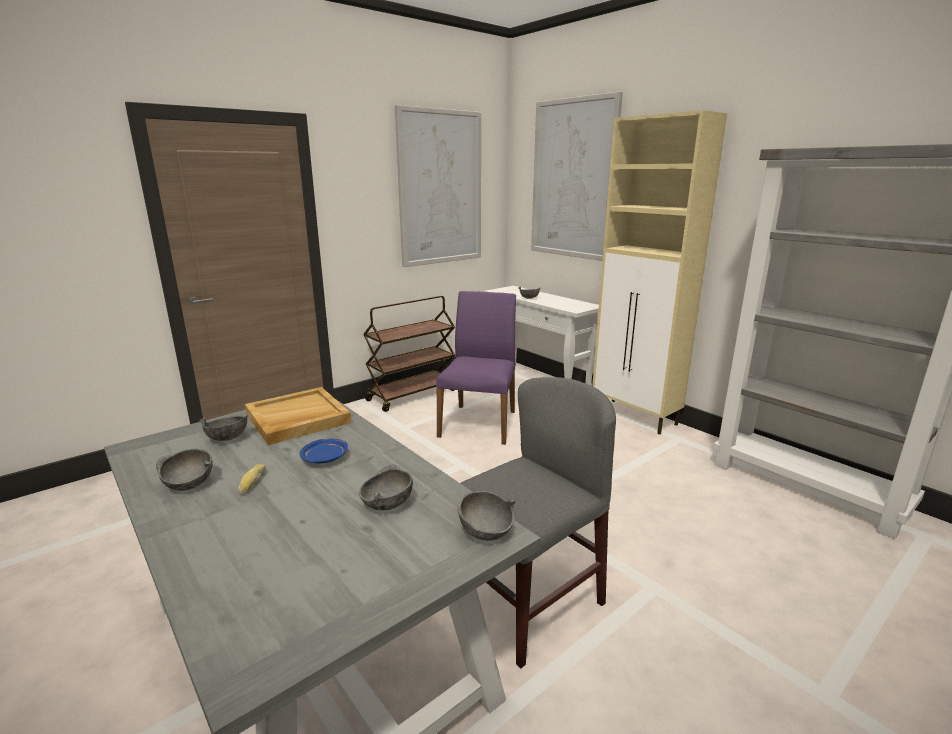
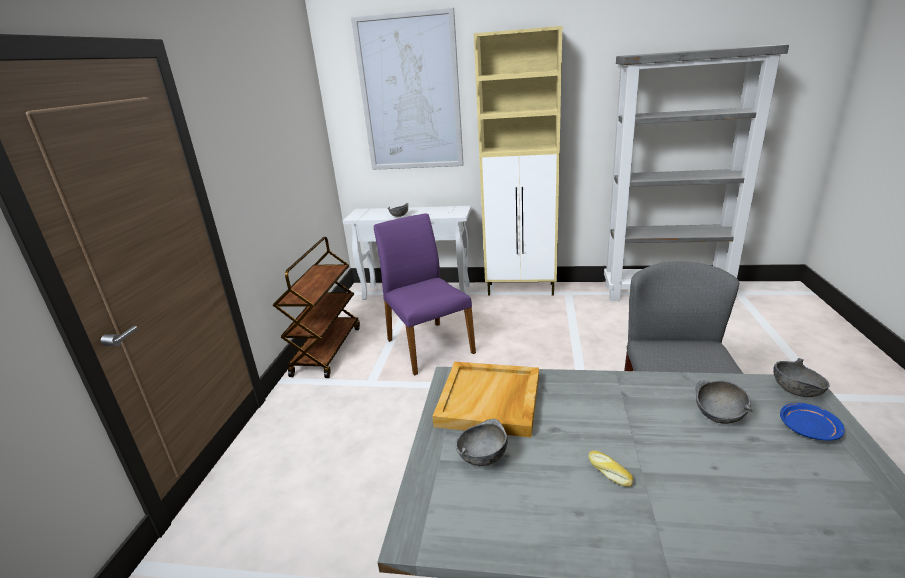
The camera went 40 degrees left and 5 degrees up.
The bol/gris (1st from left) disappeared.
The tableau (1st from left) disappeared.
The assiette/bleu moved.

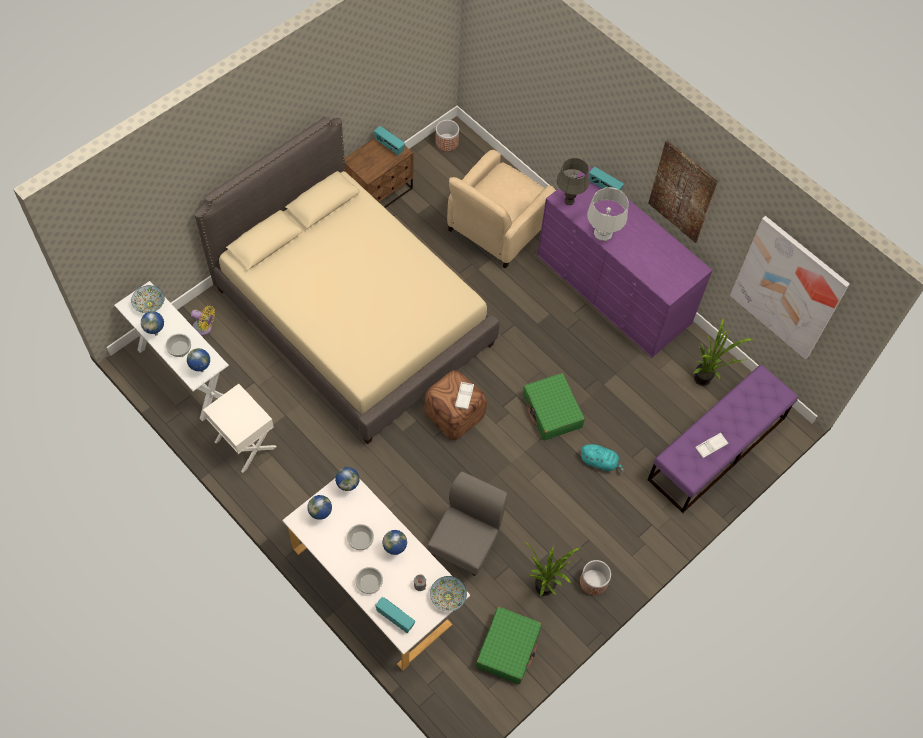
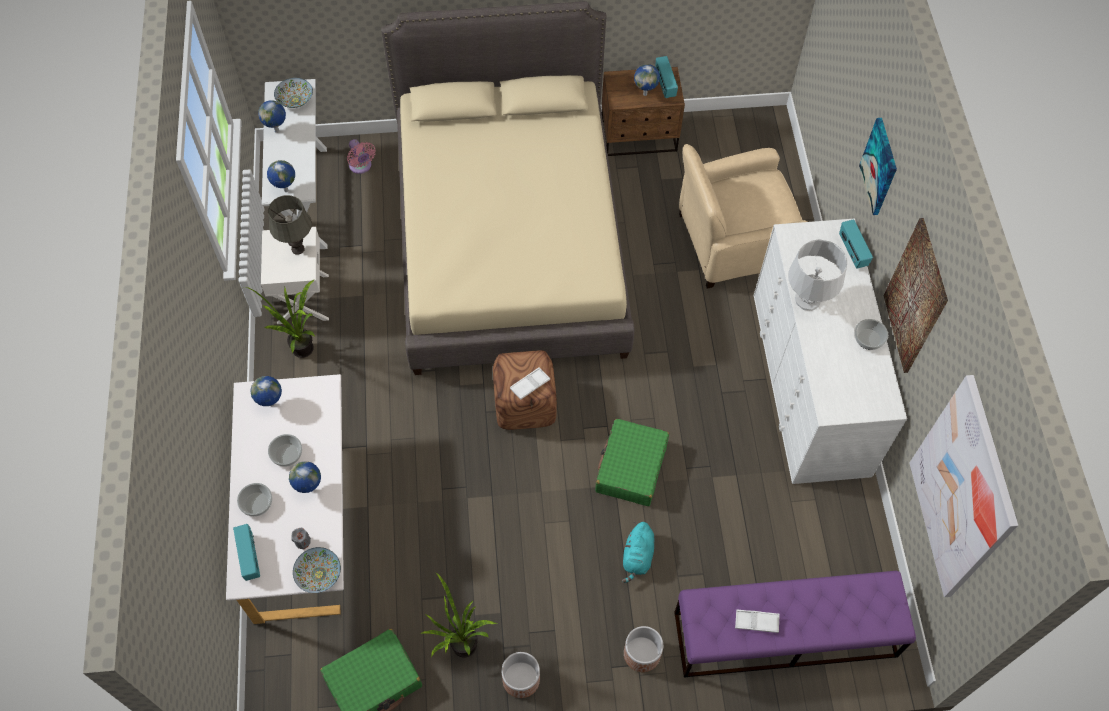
The camera went 40 degrees right and 0 degrees up.
The chaise/gris disappeared.
The tableau (1st from left) appeared.
The bol (2nd from left in the first image) moved.
The globe (4th from left in the first image) moved.
The cache-pot (1st from left in the first image) moved.
The lampe de table/gris (1st from left) moved.
The plante en pot (2nd from left in the first image) moved.
The ventilateur/jaune became the ventilateur/rose.
The commode/violet became the commode/blanc.
The peluche/turquoise turned 45 degrees clockwise.

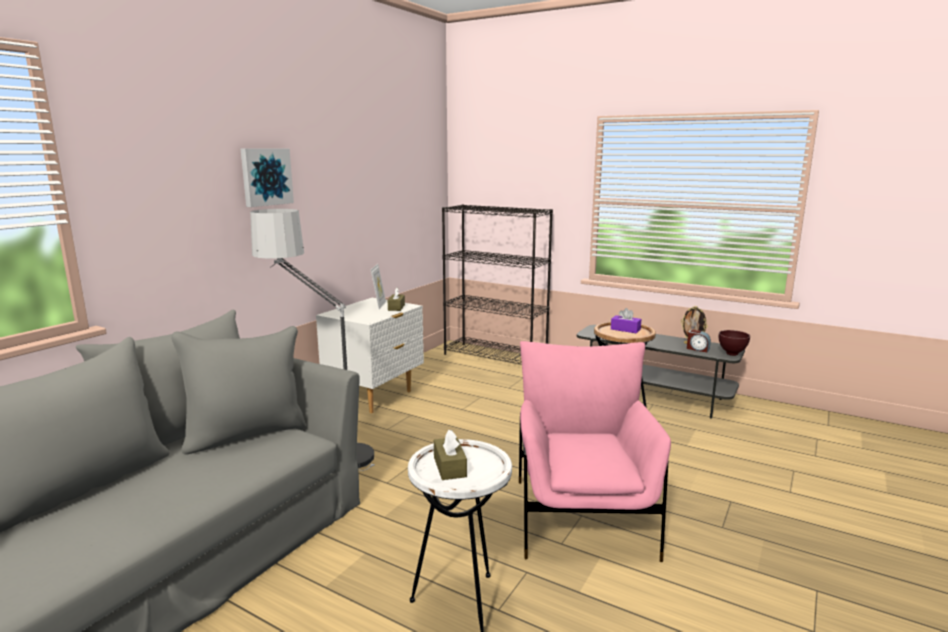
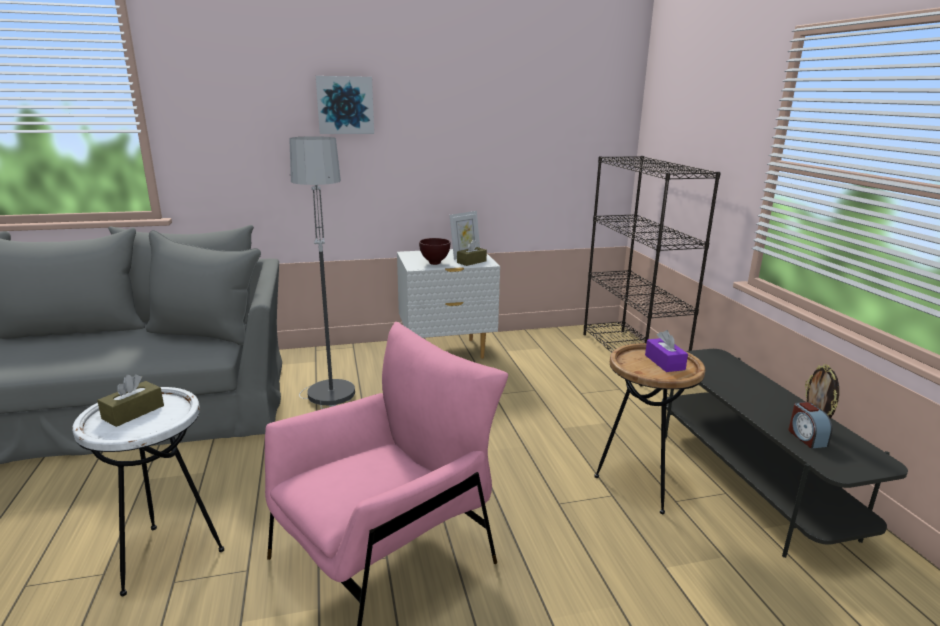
The camera went 45 degrees right and 5 degrees up.
The bol/marron moved.

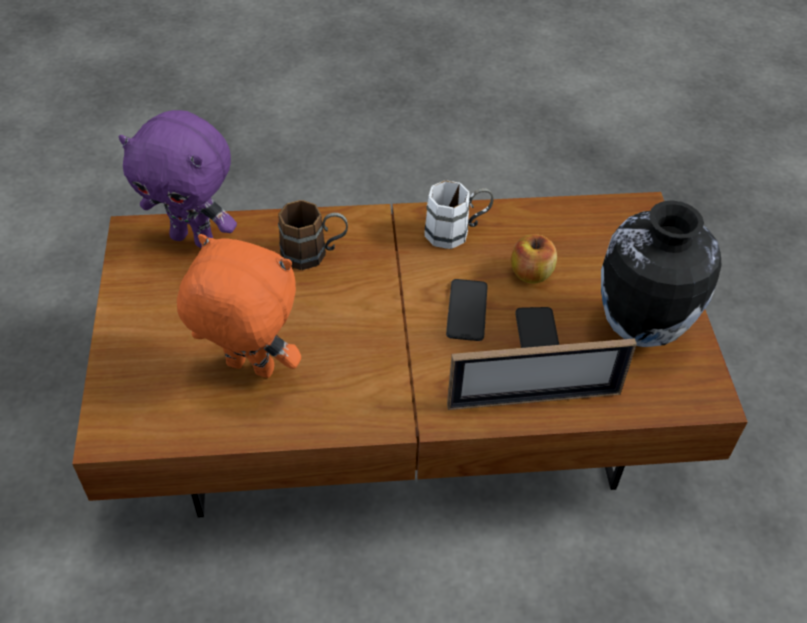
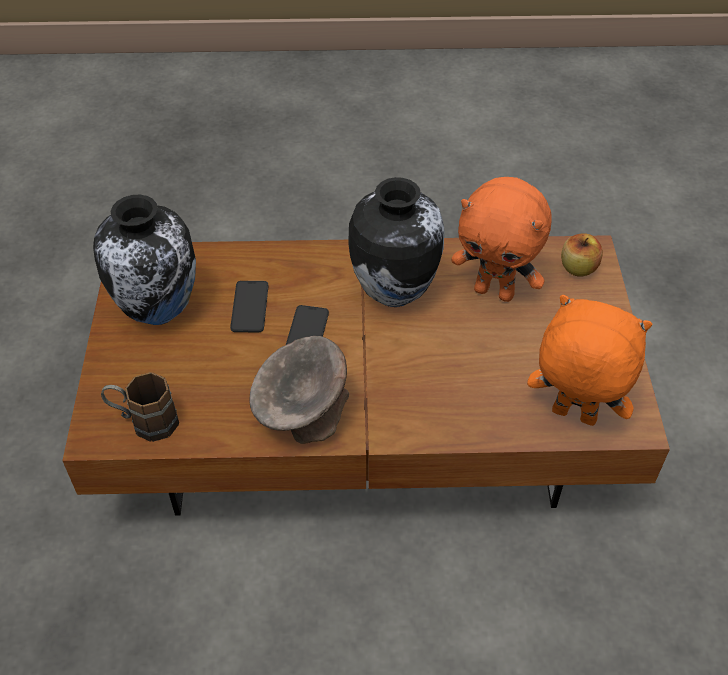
The camera went 175 degrees left and 0 degrees up.
The cadre photo disappeared.
The vase (2nd from left) appeared.
The mug/marron moved.
The pomme moved.
The mug/blanc was replaced by the bol/gris.
The peluche/violet became the peluche/orange (2nd from left).

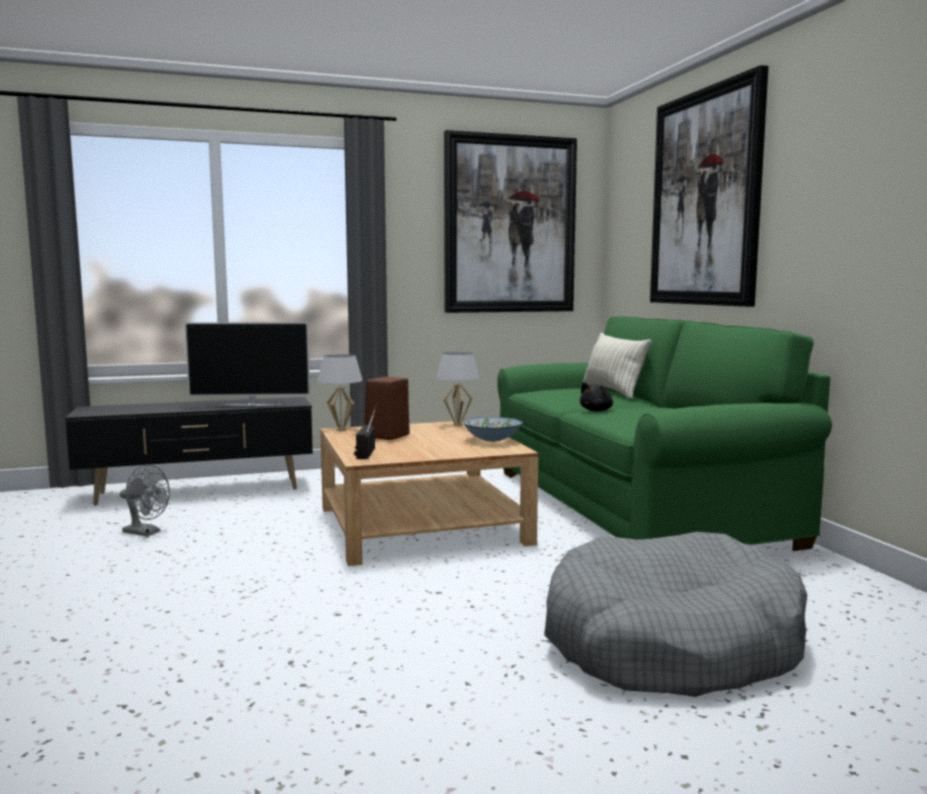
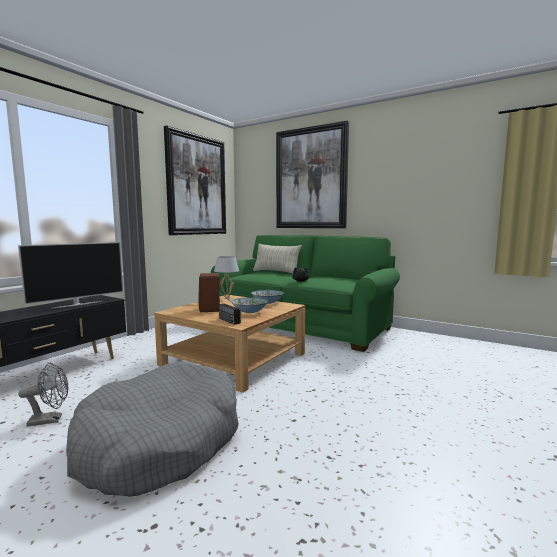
The camera went 40 degrees left and 0 degrees up.
The lampe de table/blanc (1st from left) disappeared.
The bol (1st from left) appeared.
The panier pour chien/gris moved.

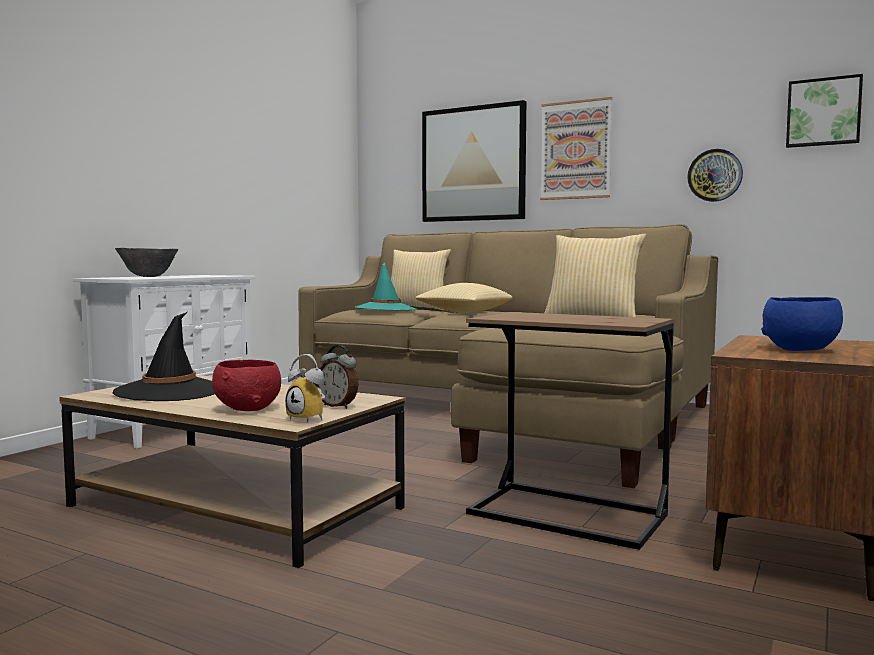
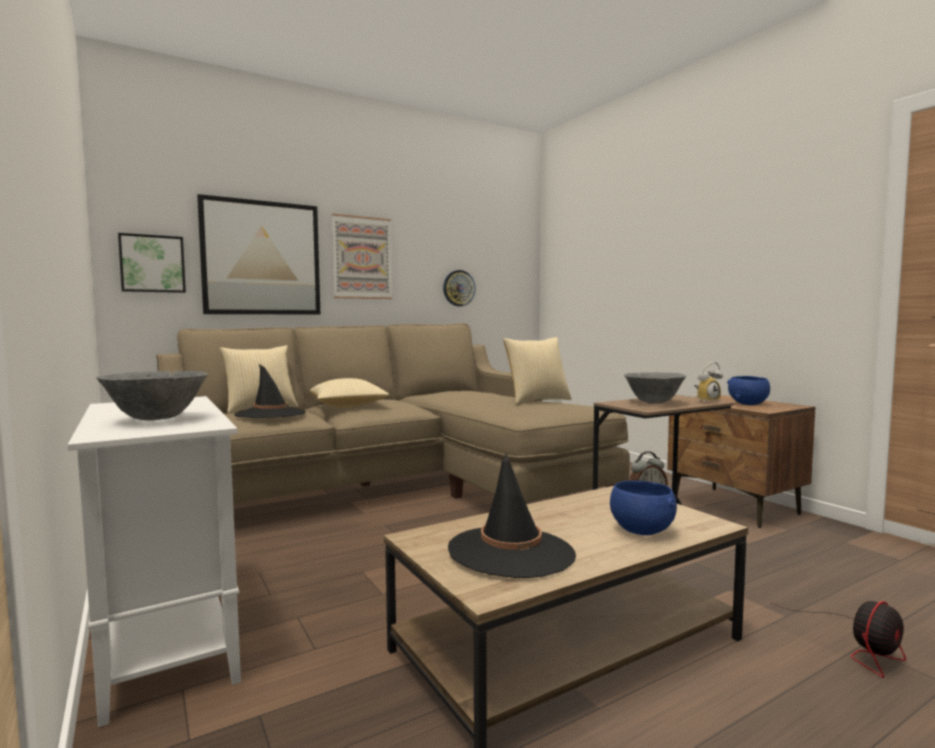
The camera went 60 degrees left and 0 degrees up.
The bol/gris (2nd from left) appeared.
The ventilateur appeared.
The réveil (1st from left in the first image) moved.
The tableau (3rd from left in the first image) moved.
The bol/rouge became the bol/bleu (1st from left).
The chapeau/turquoise became the chapeau/noir (1st from left).

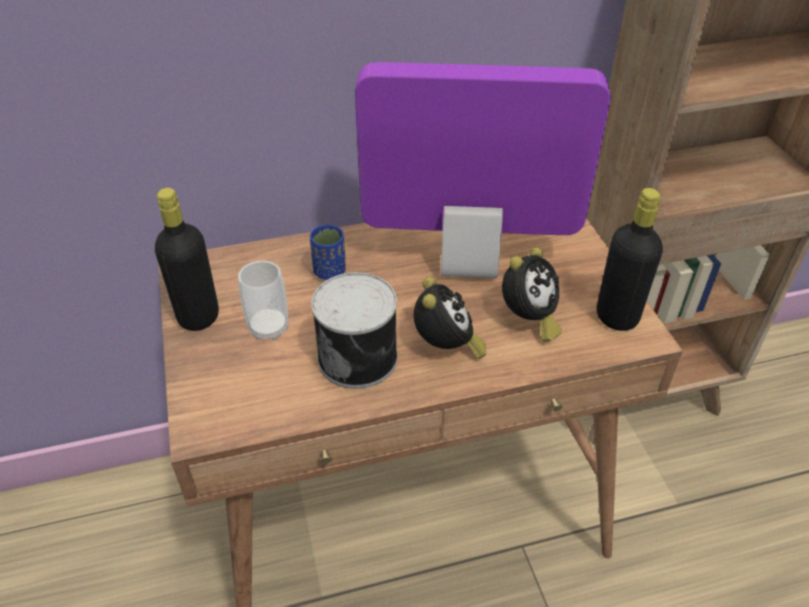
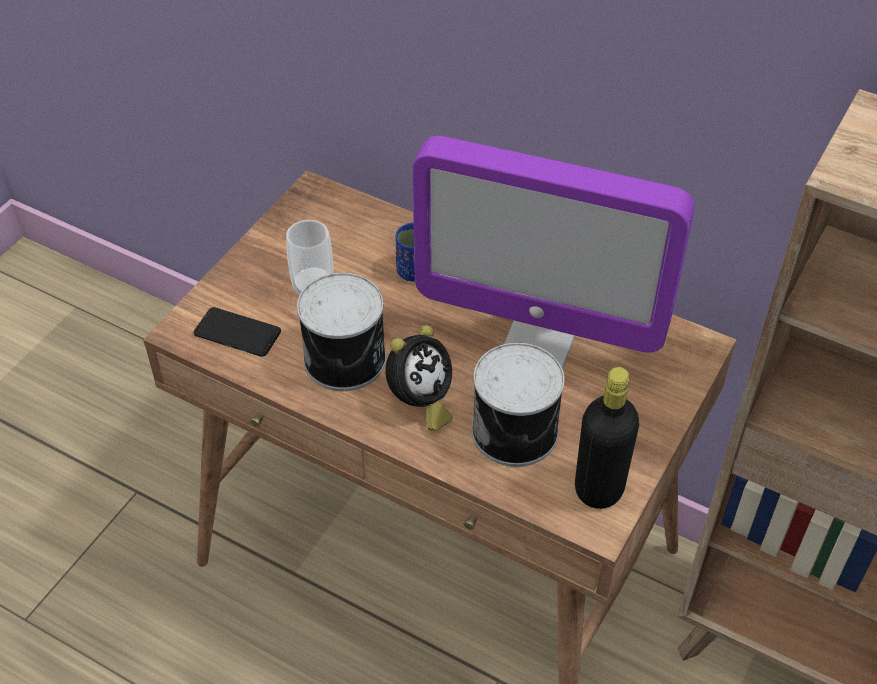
The camera went 45 degrees right and 5 degrees up.
The bouteille/noir (1st from left) disappeared.
The téléphone appeared.
The réveil (2nd from left) was replaced by the boîte métallique (2nd from left).
The écran d'ordinateur turned 150 degrees clockwise.

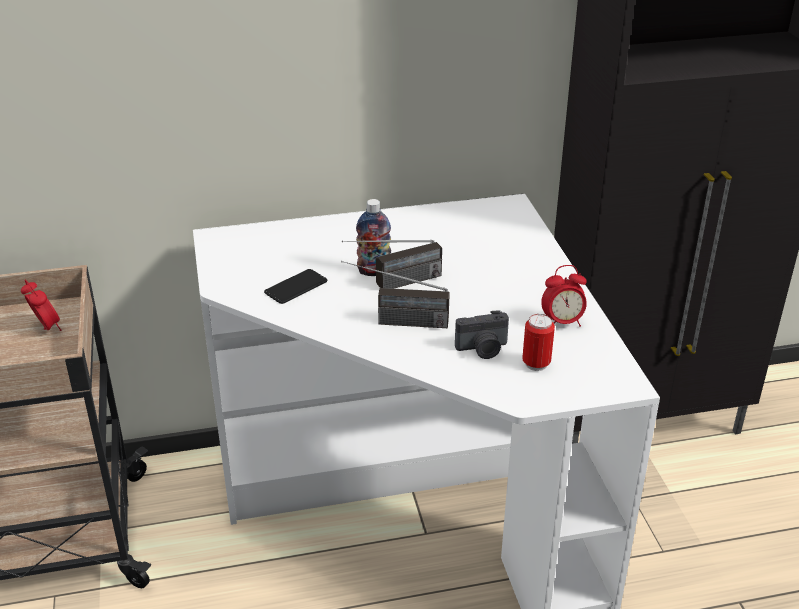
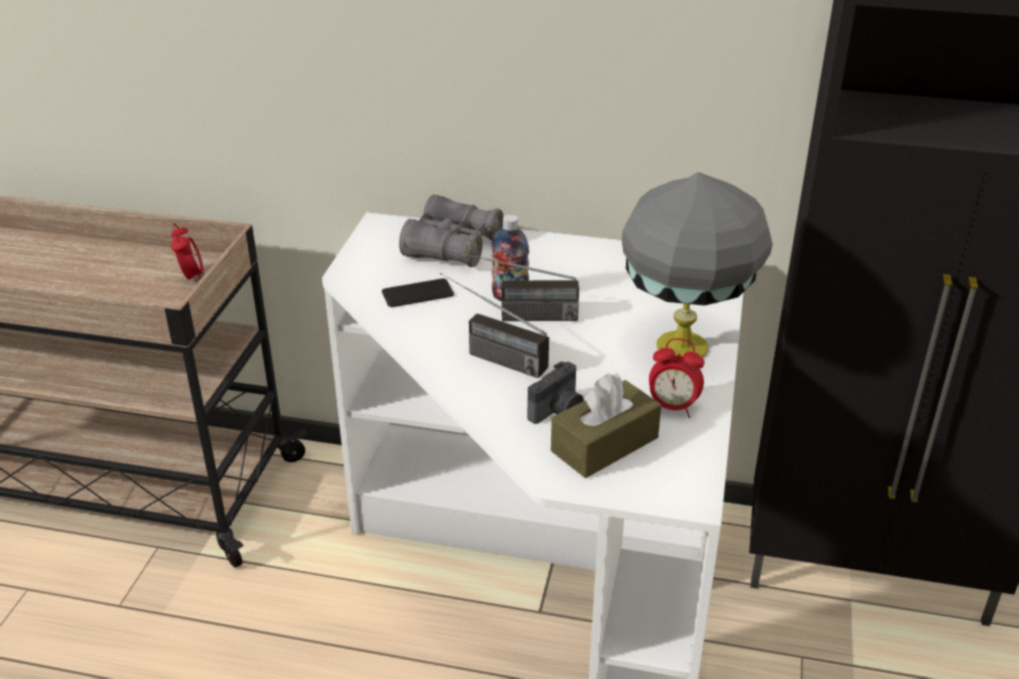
The camera went 25 degrees right and 0 degrees up.
The jumelles/gris appeared.
The lampe de table/gris appeared.
The boîte métallique was replaced by the boîte à mouchoirs/marron.
The appareil photo turned 60 degrees counterclockwise.

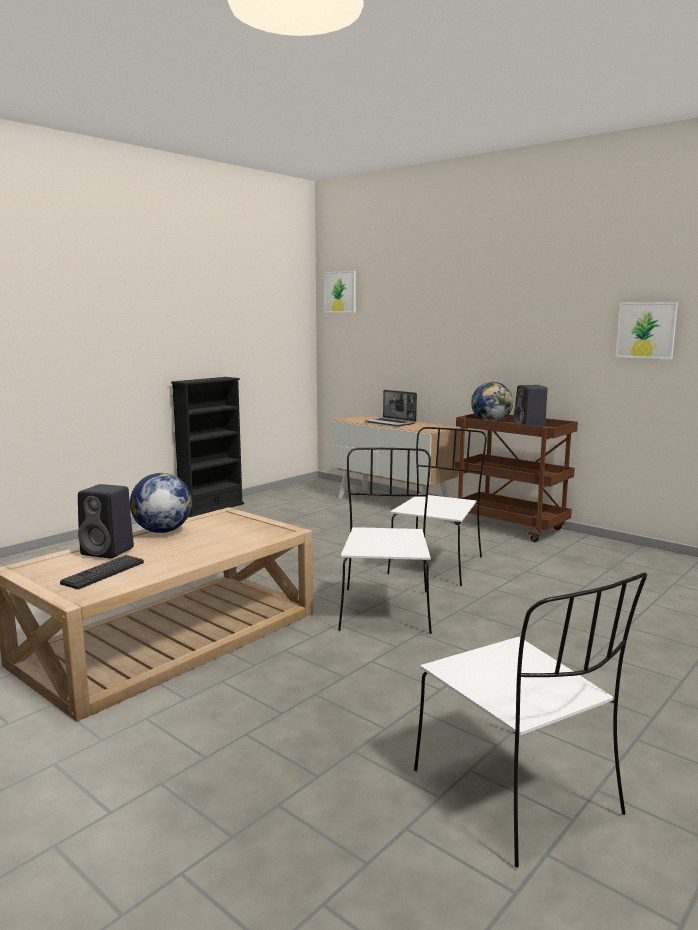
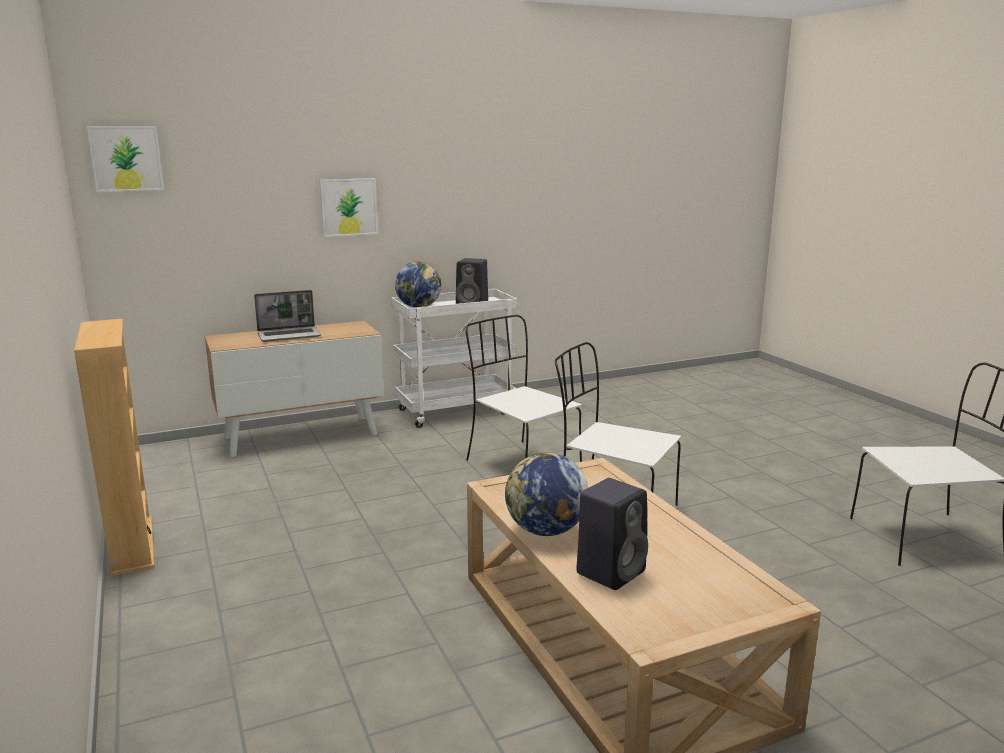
The camera went 65 degrees left and 5 degrees up.
The clavier disappeared.
The tableau (2nd from left) moved.
The bibliothèque/noir became the bibliothèque/beige.
The chariot/marron became the chariot/blanc.

